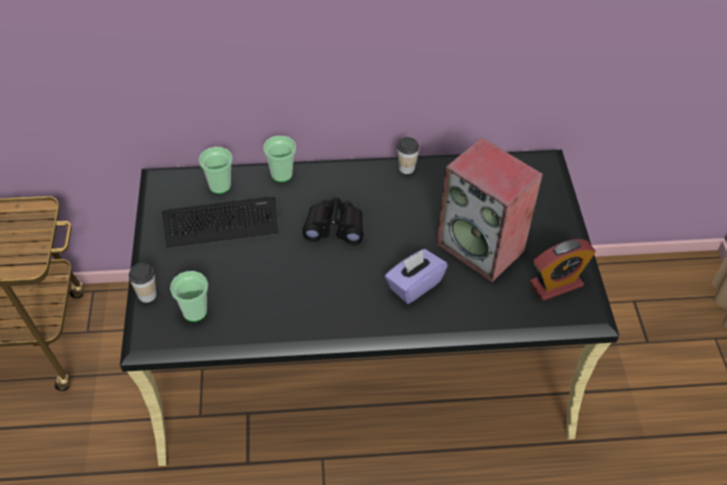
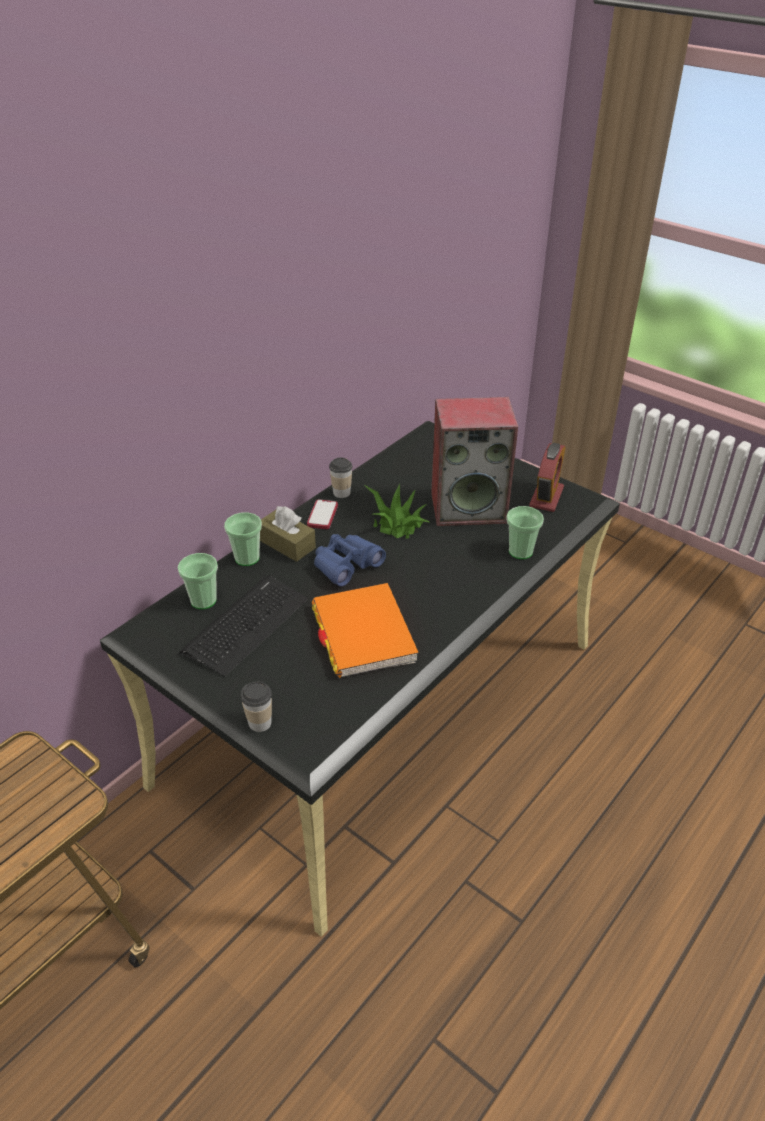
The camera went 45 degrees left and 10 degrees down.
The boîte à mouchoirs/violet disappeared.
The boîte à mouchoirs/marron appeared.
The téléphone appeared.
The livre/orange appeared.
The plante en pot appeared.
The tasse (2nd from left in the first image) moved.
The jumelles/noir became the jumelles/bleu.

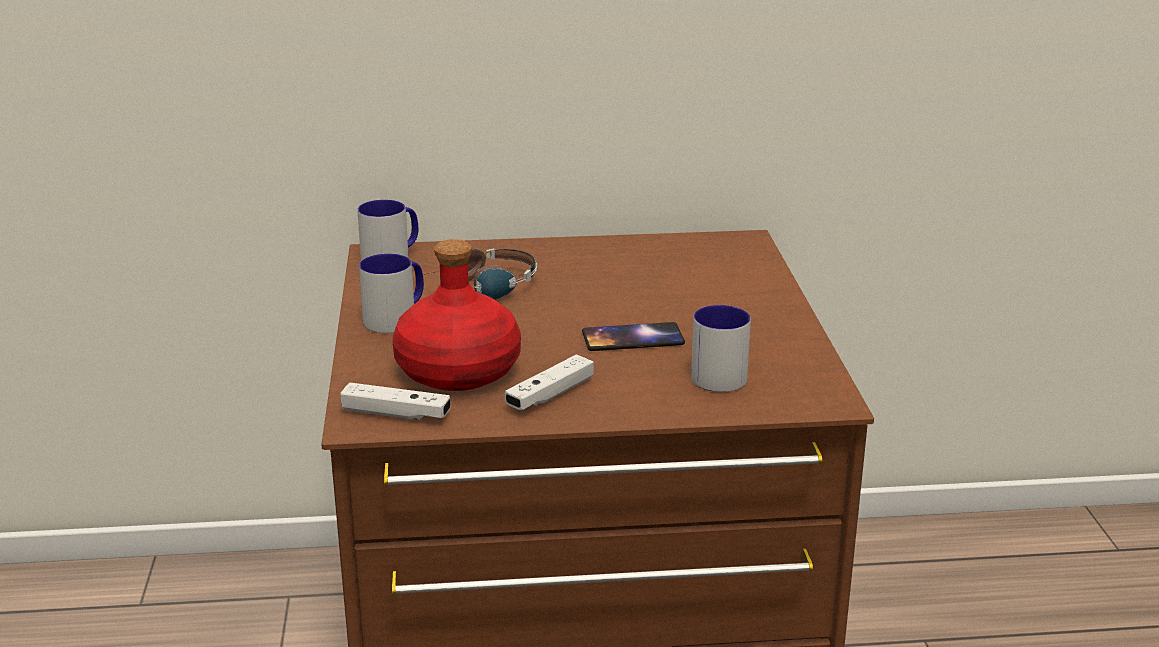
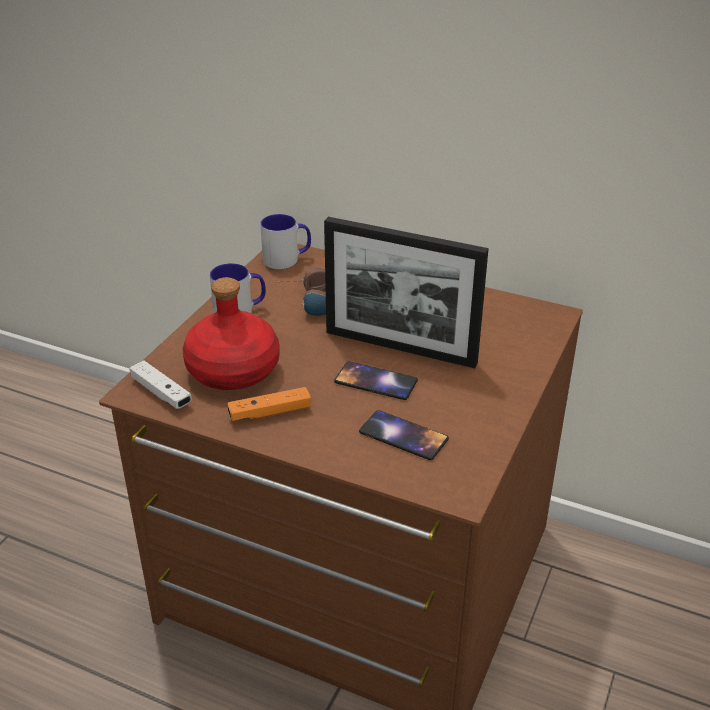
The camera went 30 degrees right and 10 degrees up.
The cadre photo appeared.
The mug (3rd from left) was replaced by the téléphone (2nd from left).
The manette/blanc (2nd from left) became the manette/orange.

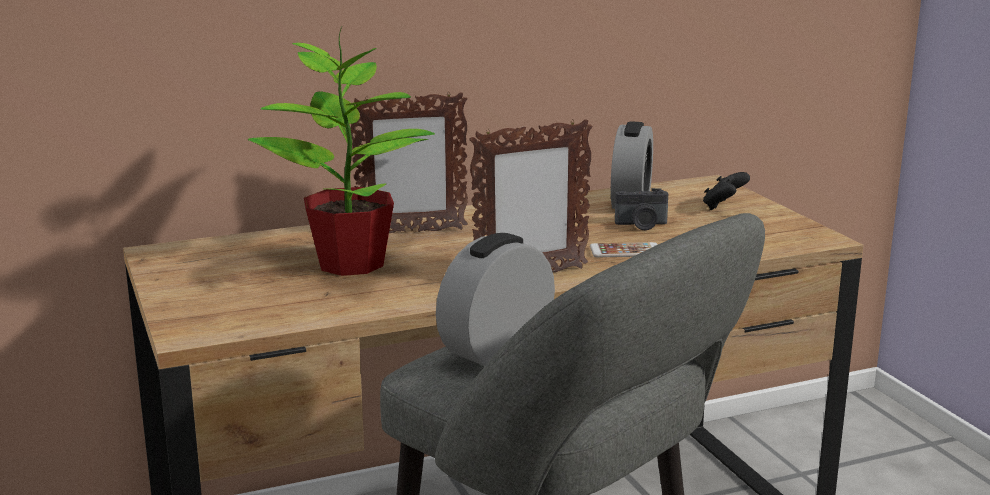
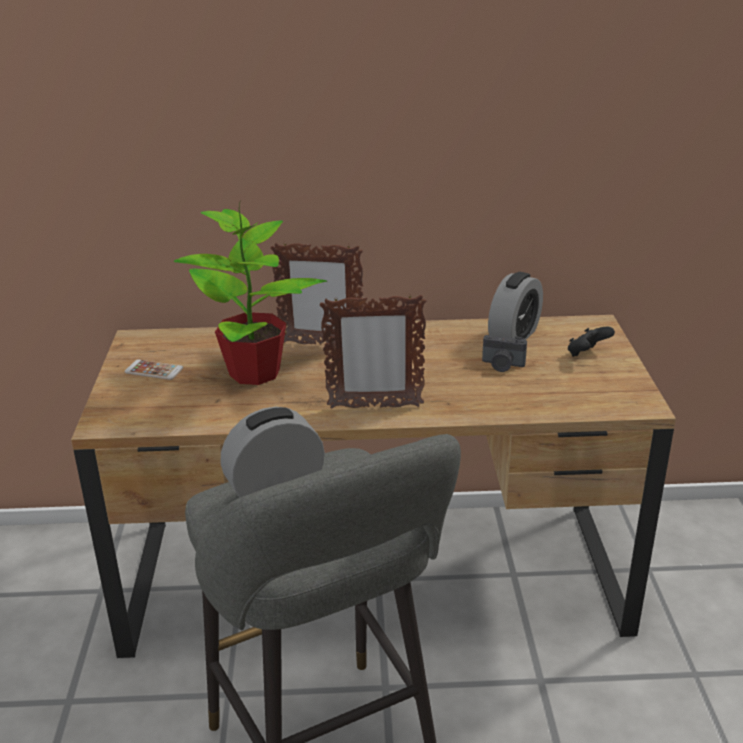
The camera went 20 degrees right and 10 degrees up.
The téléphone moved.

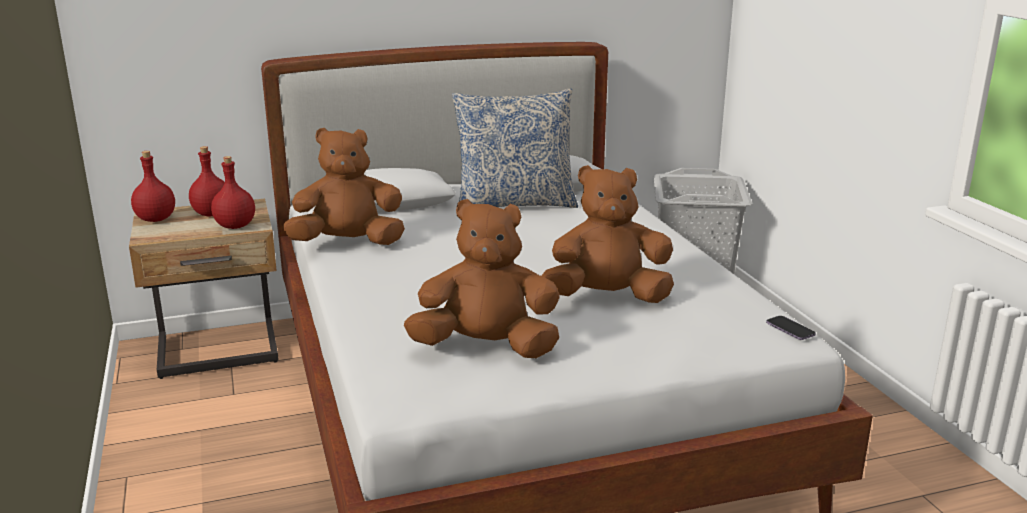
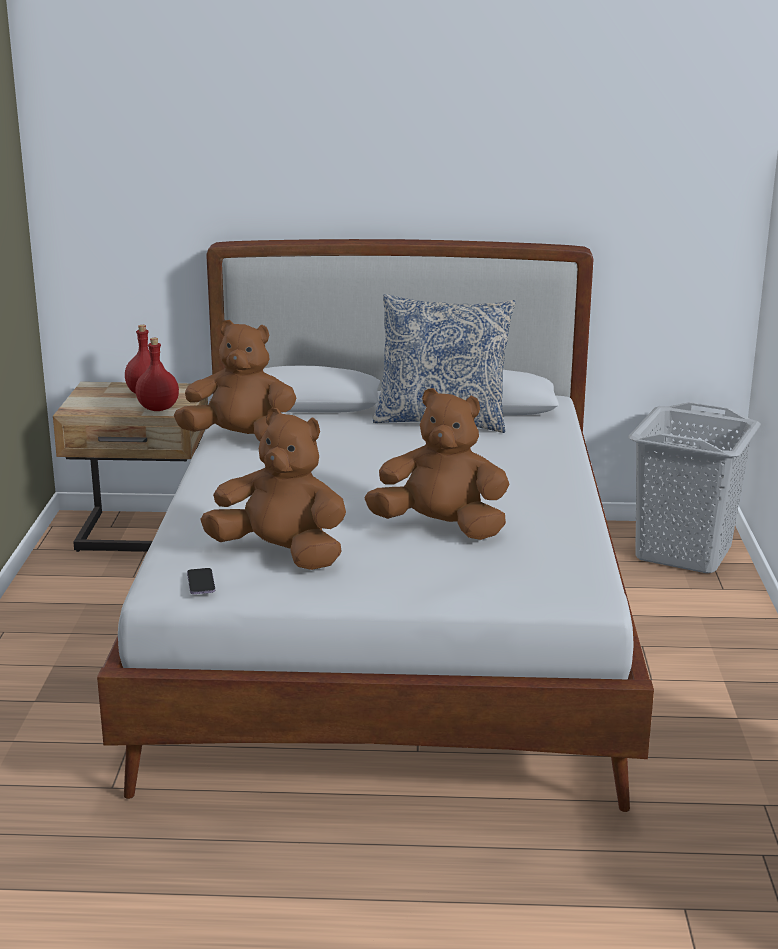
The camera went 20 degrees right and 0 degrees up.
The bouteille/rouge (1st from left) disappeared.
The téléphone moved.

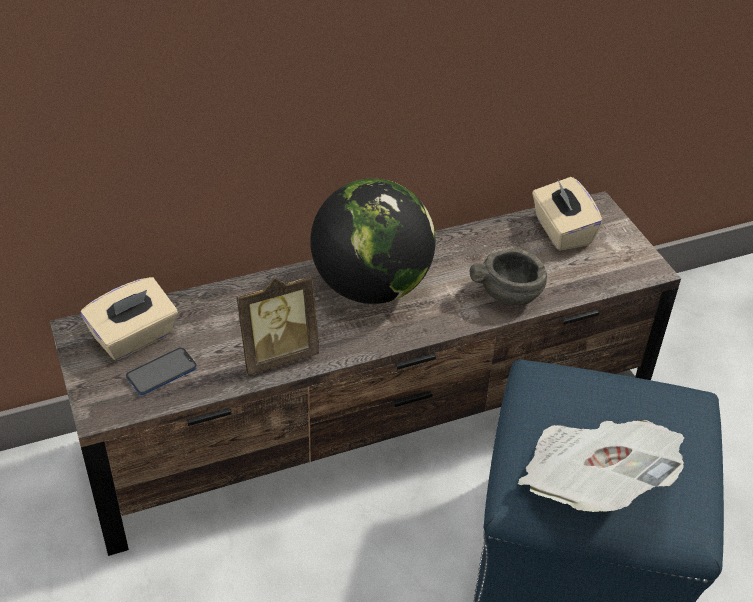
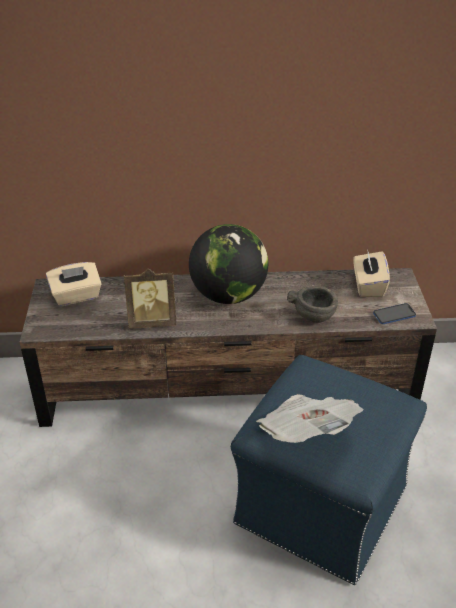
The camera went 20 degrees right and 5 degrees down.
The téléphone moved.

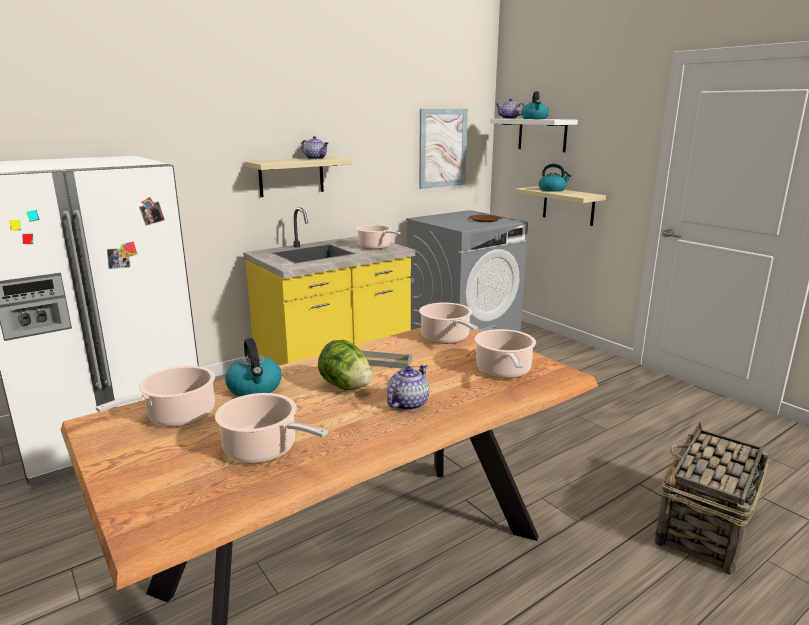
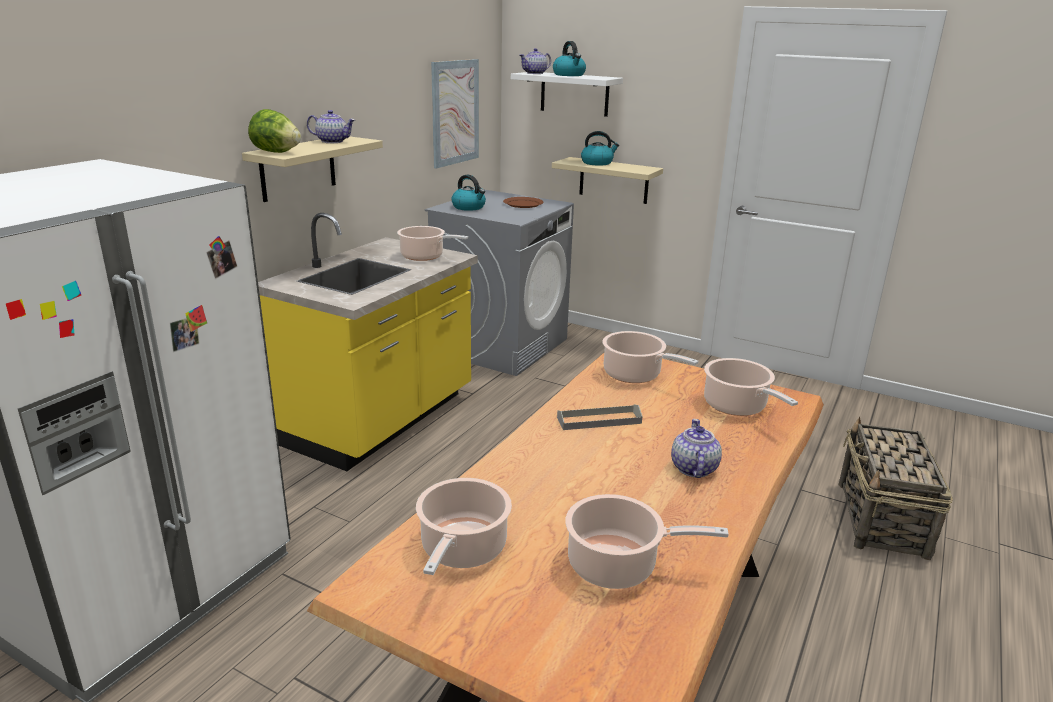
The camera went 25 degrees left and 5 degrees up.
The bouilloire (1st from left) moved.
The laitue moved.

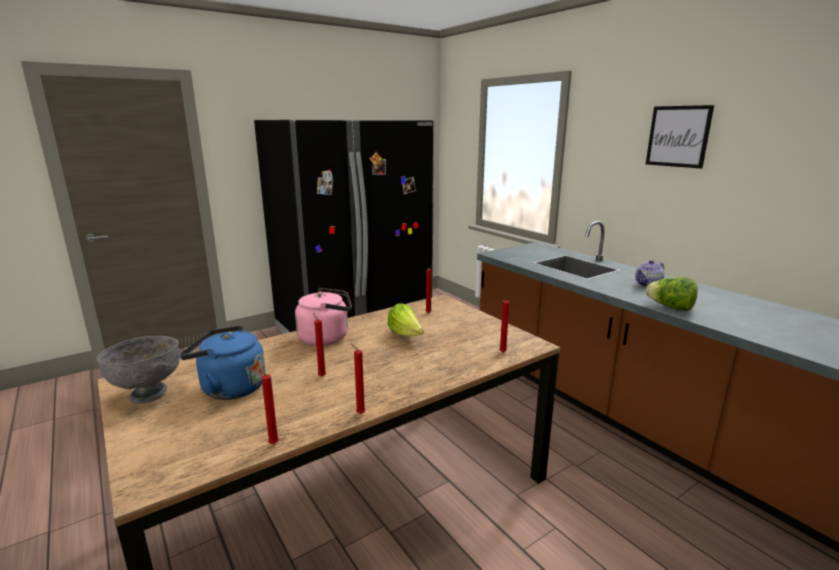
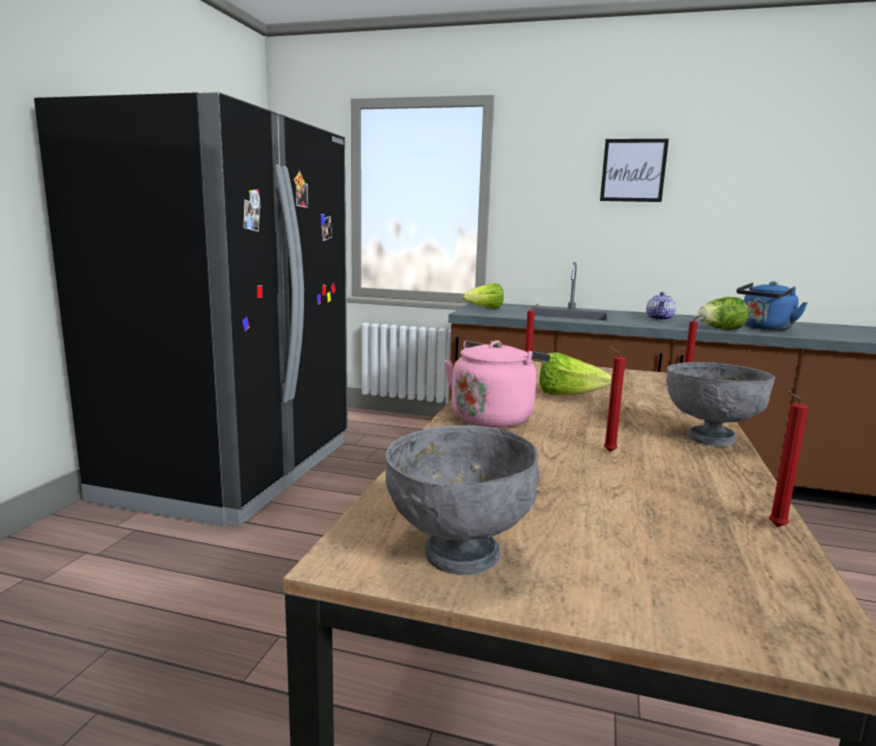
The camera went 40 degrees left and 5 degrees down.
The bougie/rouge (3rd from left) disappeared.
The laitue (1st from left) appeared.
The bol/gris (2nd from left) appeared.
The bouilloire/bleu moved.

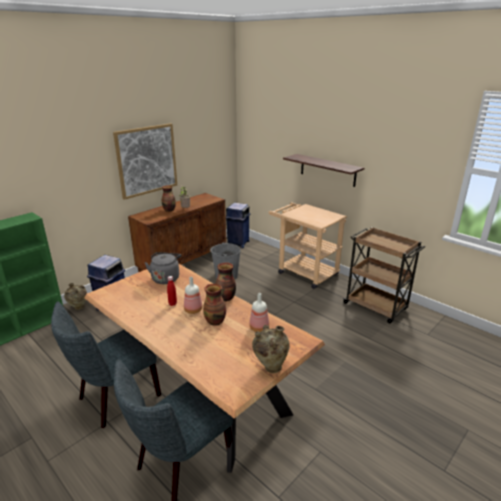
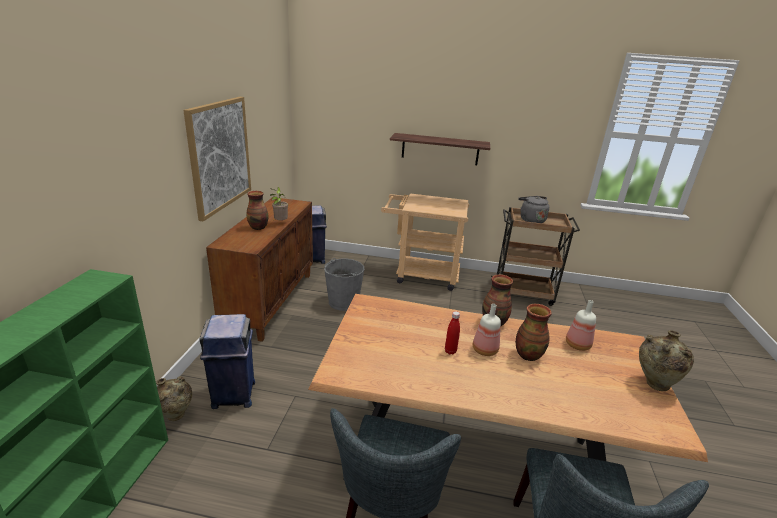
The camera went 35 degrees left and 0 degrees up.
The bouilloire/gris moved.

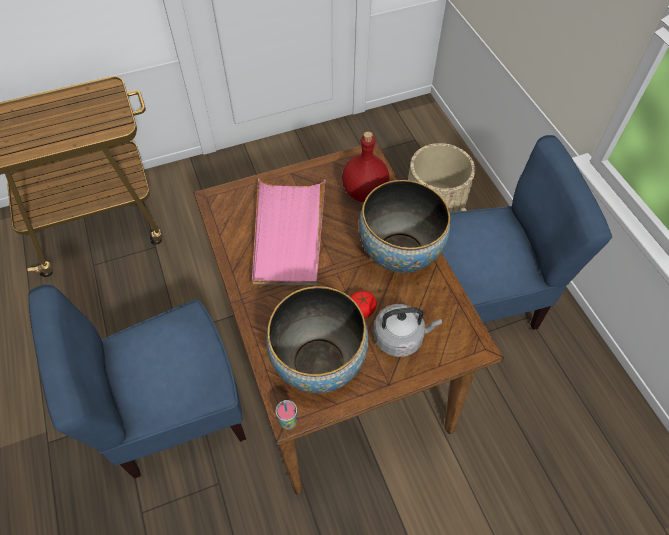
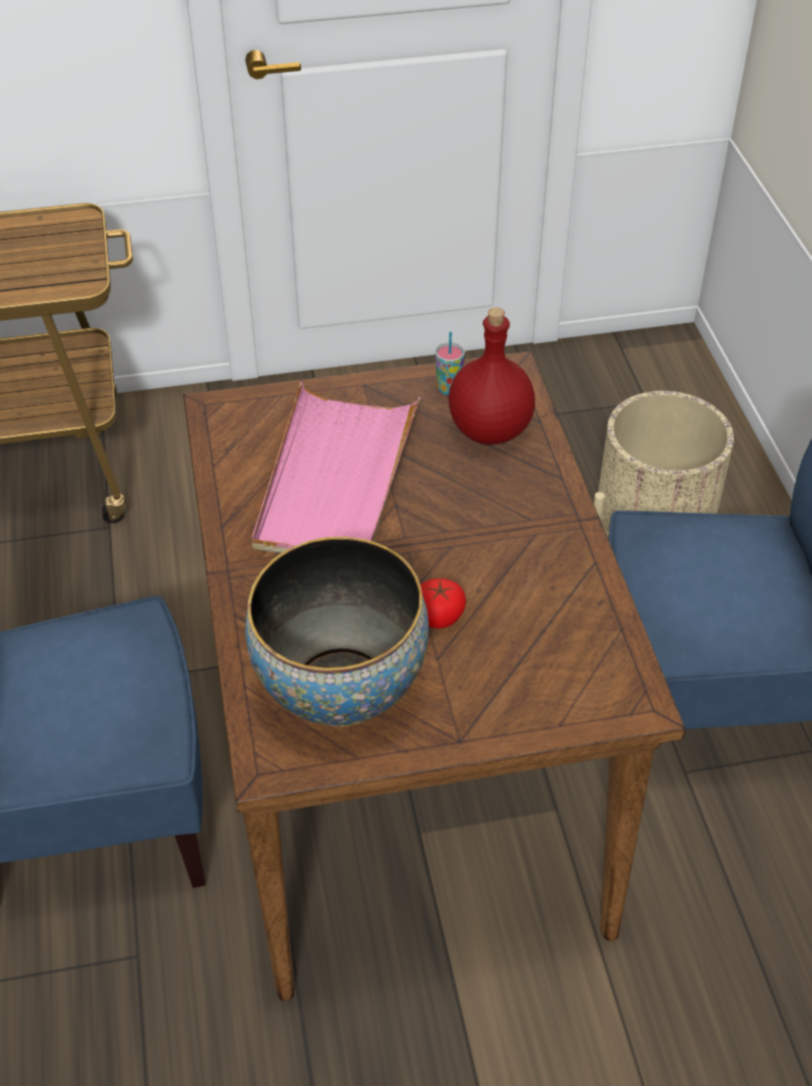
The camera went 10 degrees right and 10 degrees down.
The bol (2nd from left) disappeared.
The bouilloire/gris disappeared.
The tasse moved.

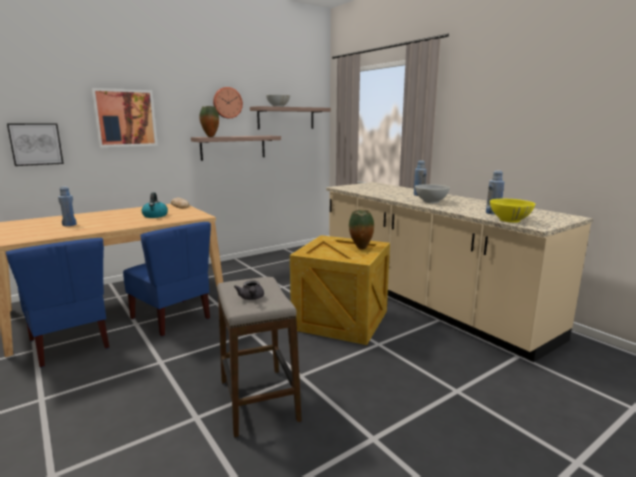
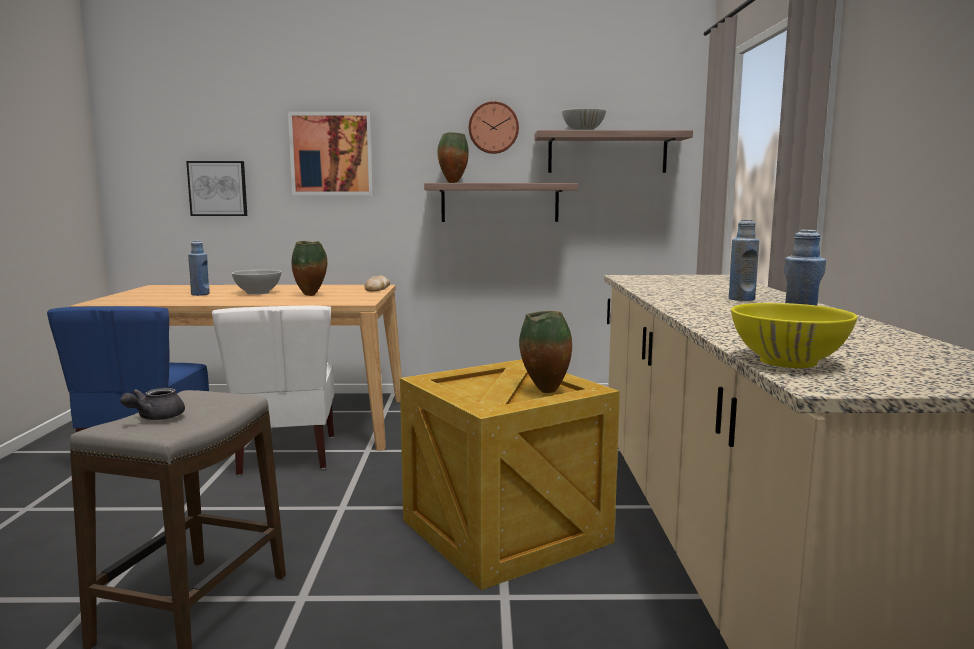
The camera went 35 degrees right and 5 degrees down.
The bol/blanc (2nd from left in the first image) moved.
The bouilloire was replaced by the vase (1st from left).
The chaise/bleu (2nd from left) became the chaise/blanc.

